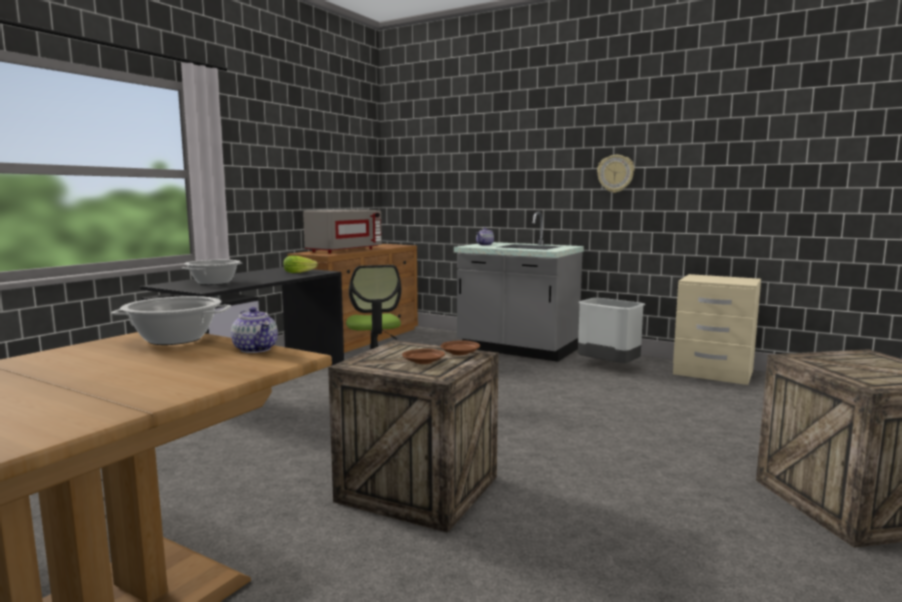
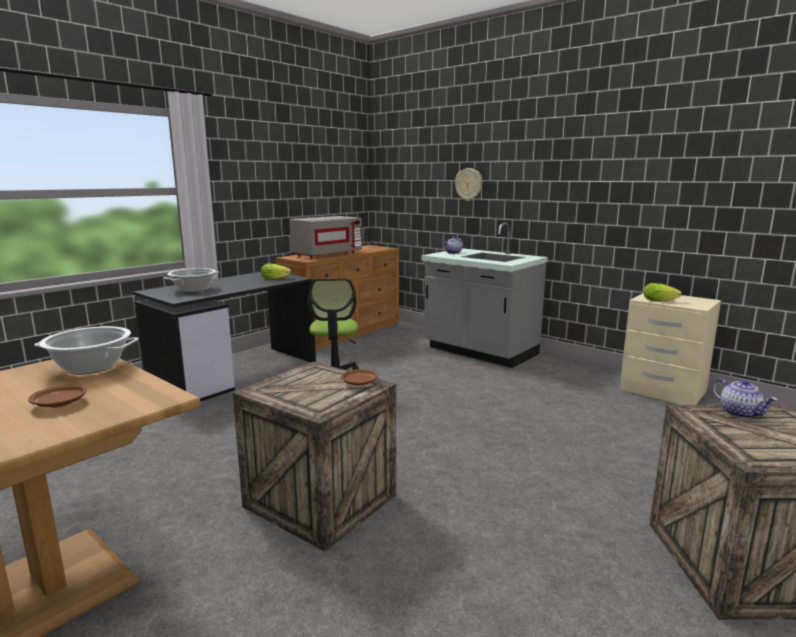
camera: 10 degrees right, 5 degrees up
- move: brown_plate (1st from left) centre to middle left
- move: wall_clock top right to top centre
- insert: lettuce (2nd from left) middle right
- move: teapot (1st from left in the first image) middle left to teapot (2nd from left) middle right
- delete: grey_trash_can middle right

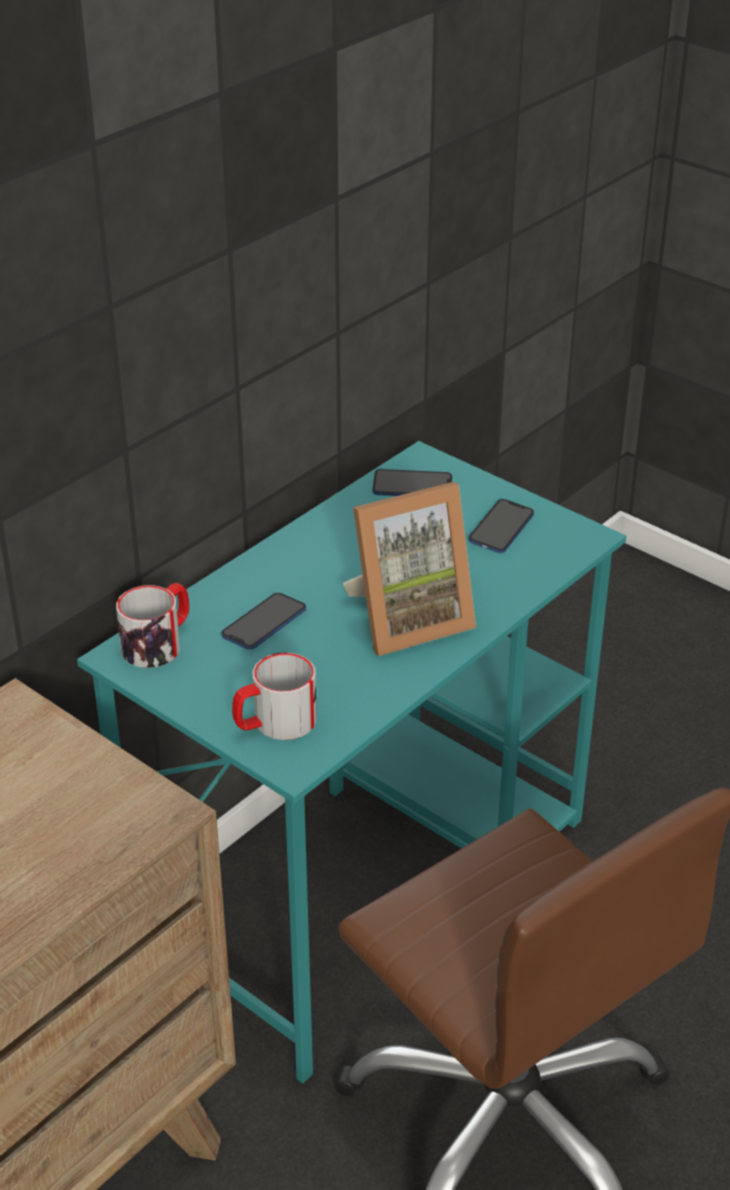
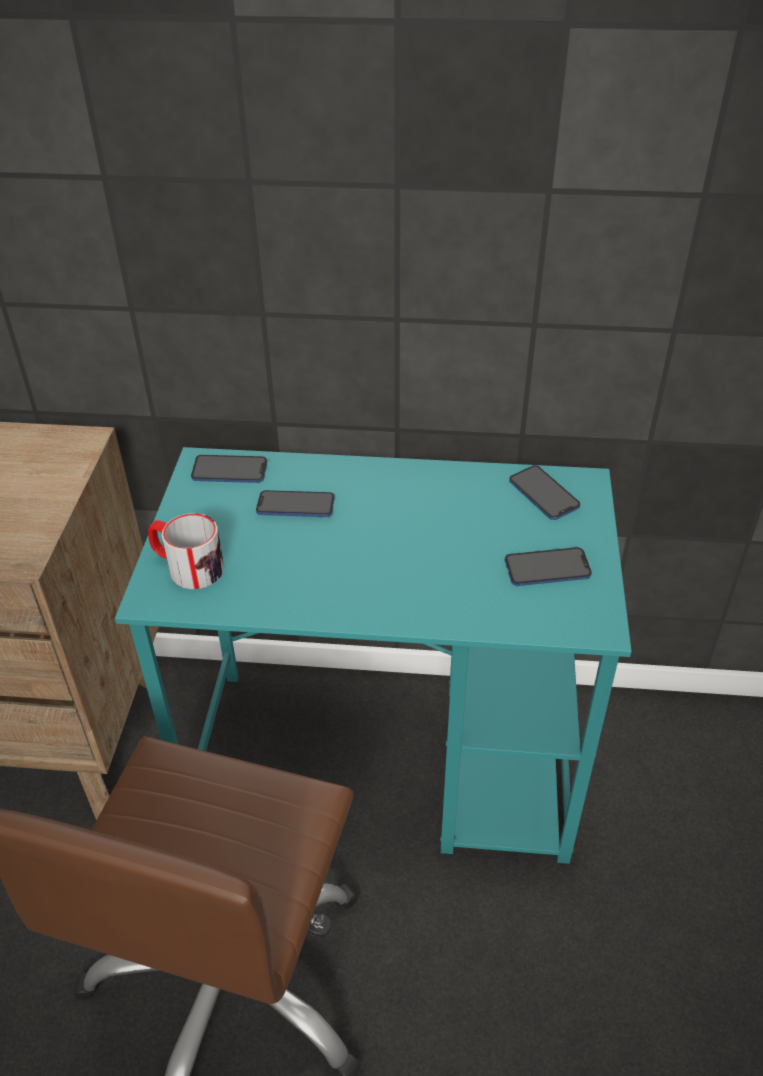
camera: 55 degrees right, 5 degrees up
- replace: mug (1st from left) middle left to phone (1st from left) middle left
- delete: picture_frame centre

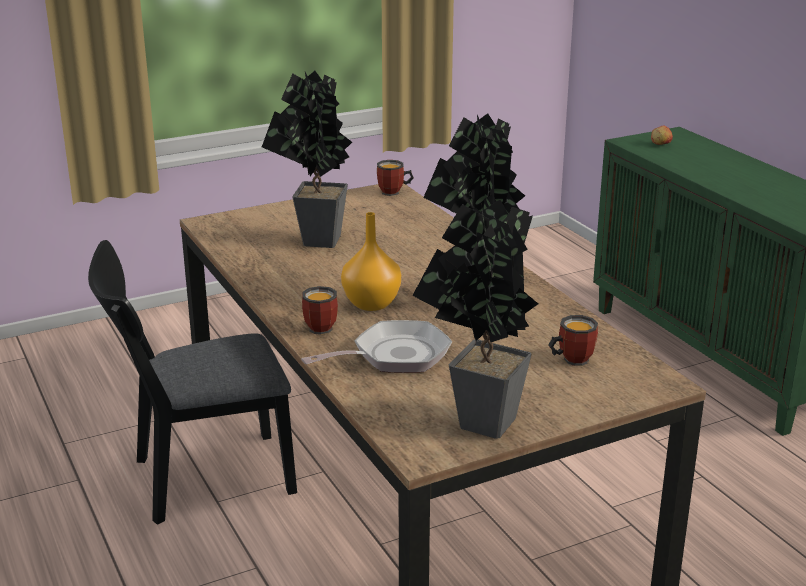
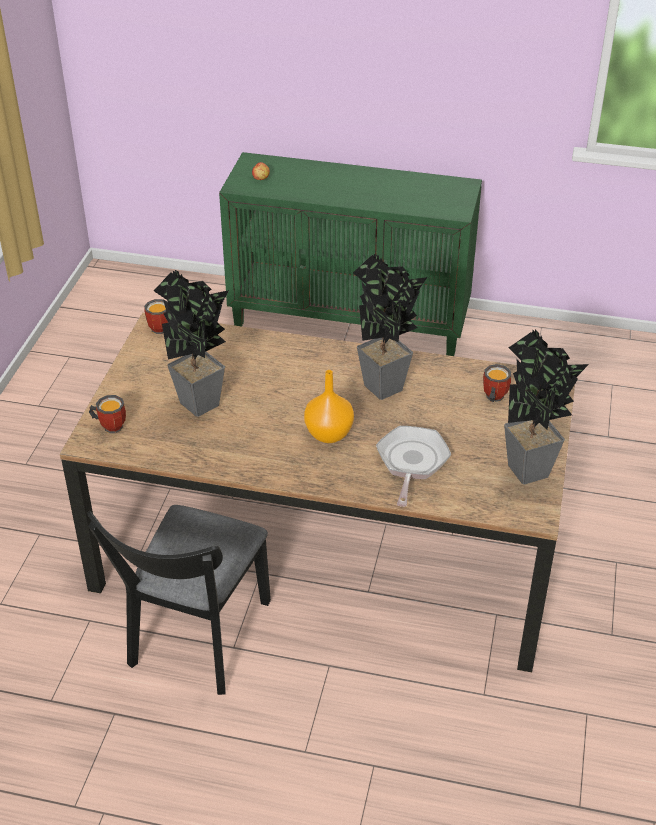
camera: 50 degrees left, 15 degrees up
- move: mug (1st from left) centre to middle left

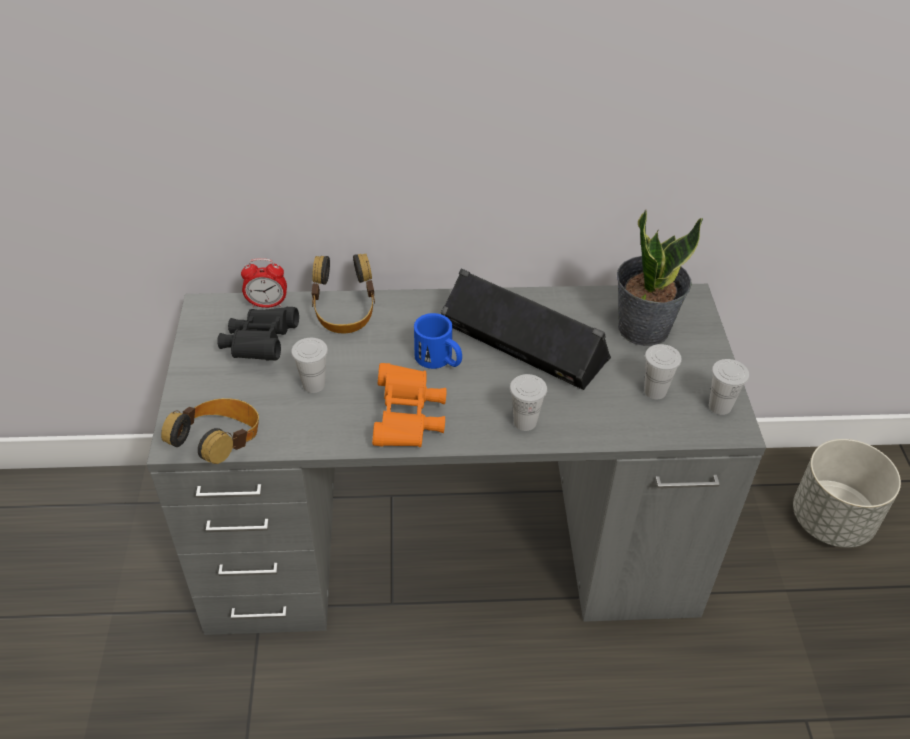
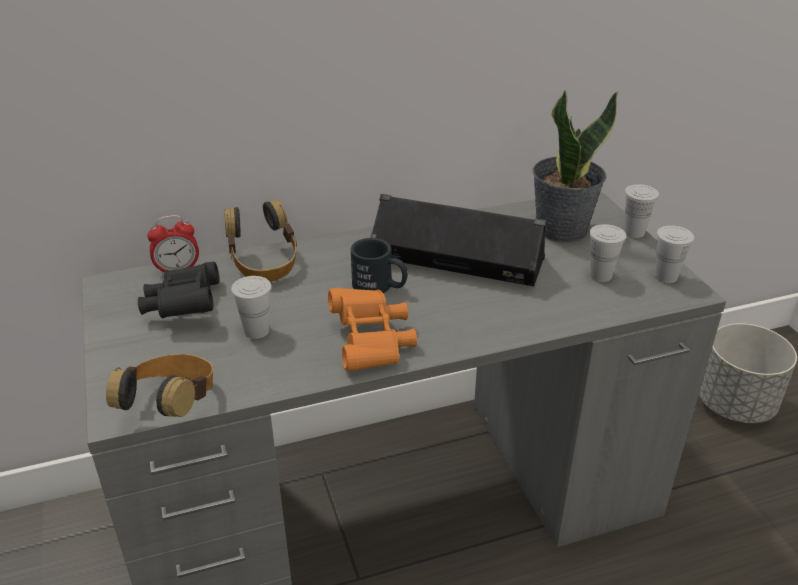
camera: 15 degrees left, 10 degrees down
- recolor: blue_mug centre to black_mug centre
- move: white_cup (2nd from left in the first image) centre to white_cup (3rd from left) middle right

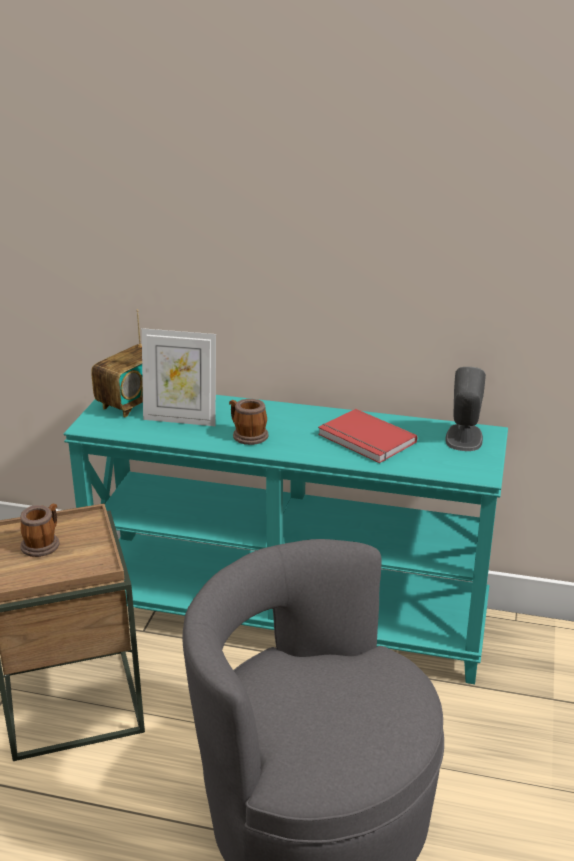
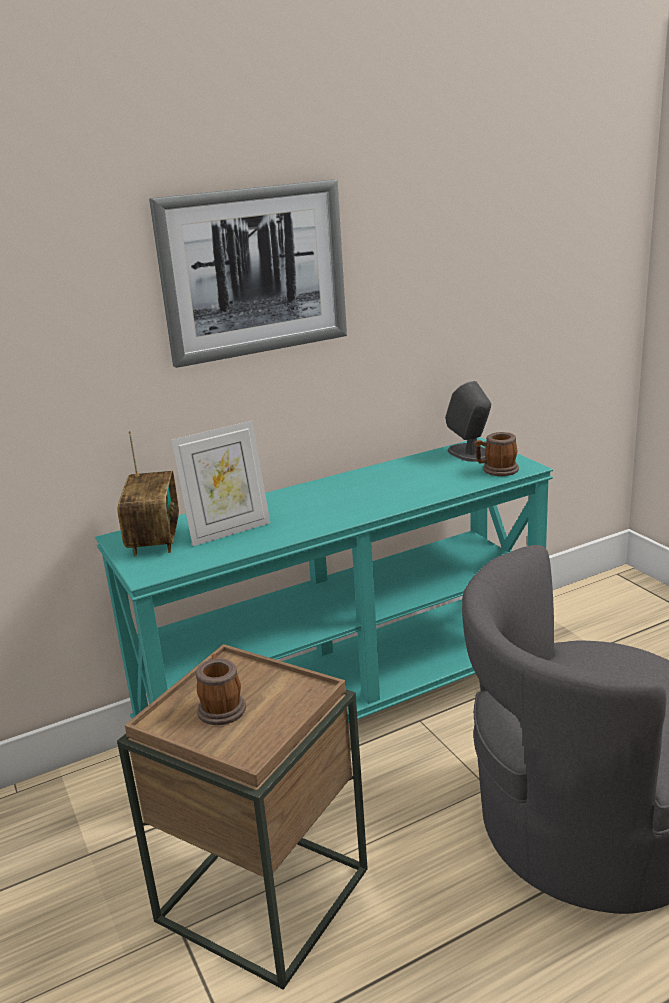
camera: 40 degrees left, 5 degrees down
- insert: picture top centre
- move: mug (2nd from left) centre to middle right
- delete: red_book centre

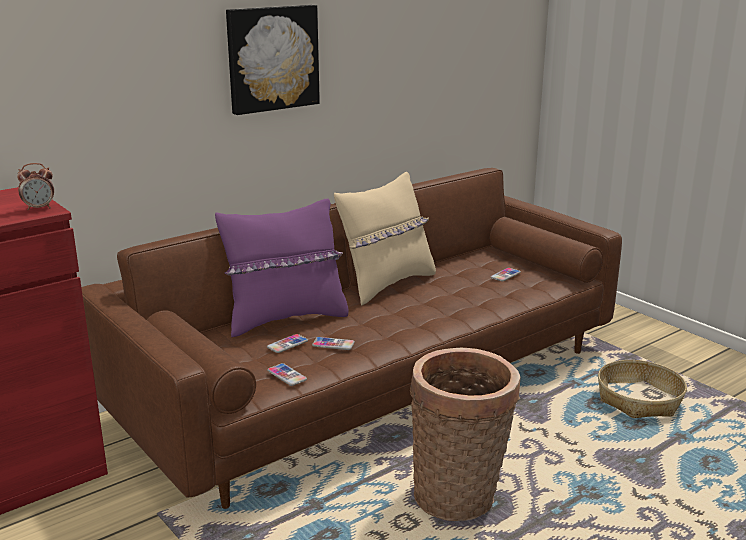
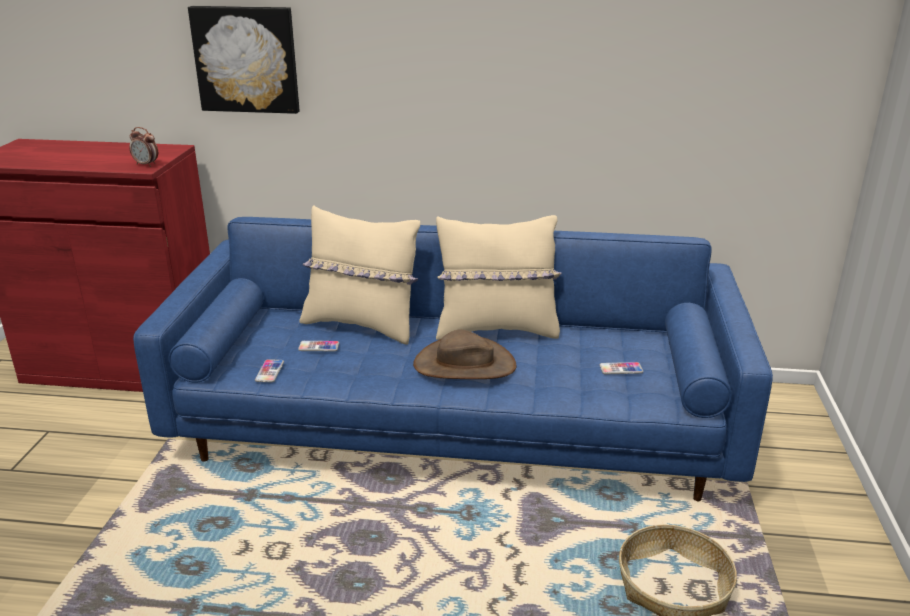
camera: 45 degrees right, 5 degrees up
- recolor: brown_sofa centre to blue_sofa centre
- move: picture top centre to top left
- recolor: purple_pillow centre to beige_pillow (1st from left) centre
- insert: brown_hat centre
- delete: phone (3rd from left) centre
- delete: basket (1st from left) bottom centre

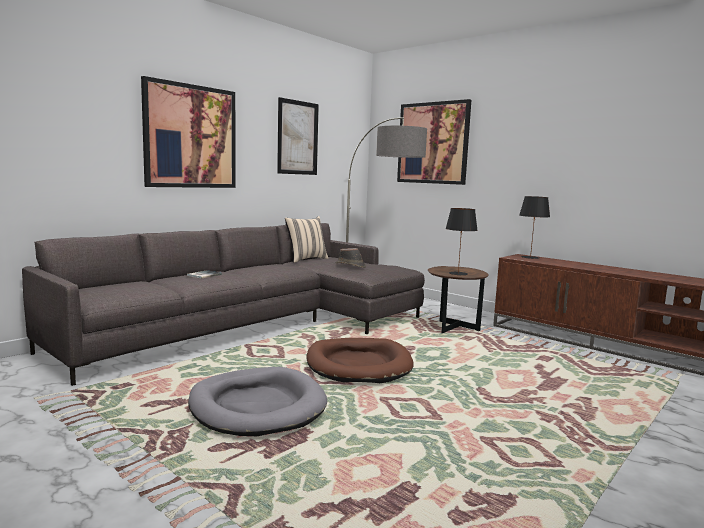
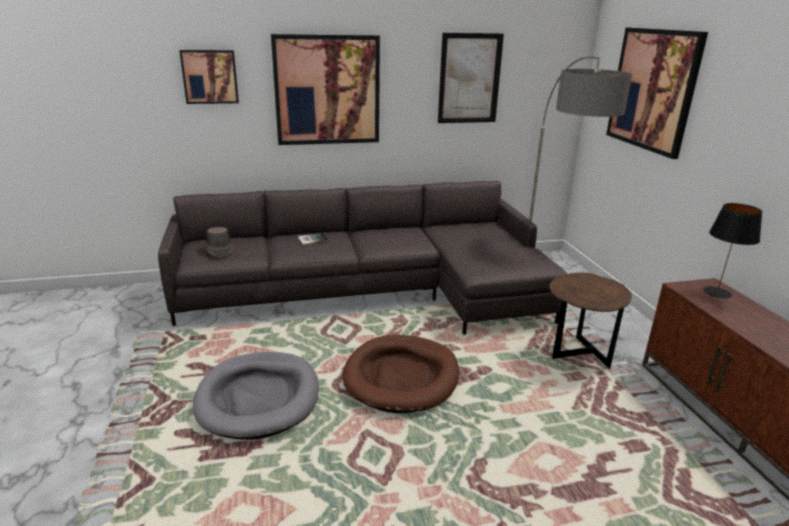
camera: 35 degrees right, 15 degrees up
- insert: picture (1st from left) top left
- move: brown_hat centre to middle left
- delete: beige_pillow centre
- delete: black_table_lamp (1st from left) centre

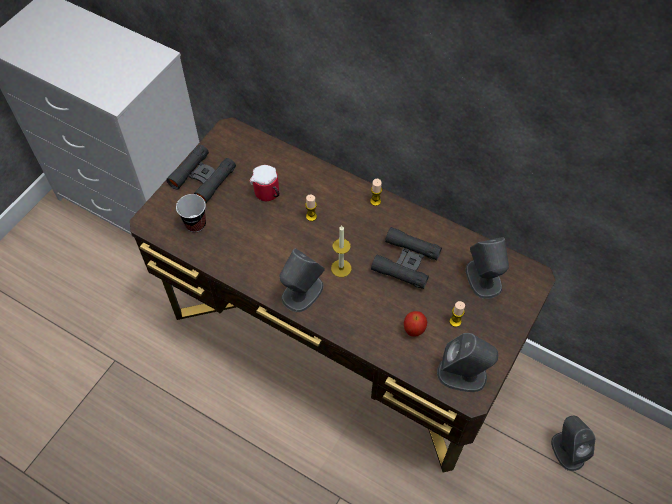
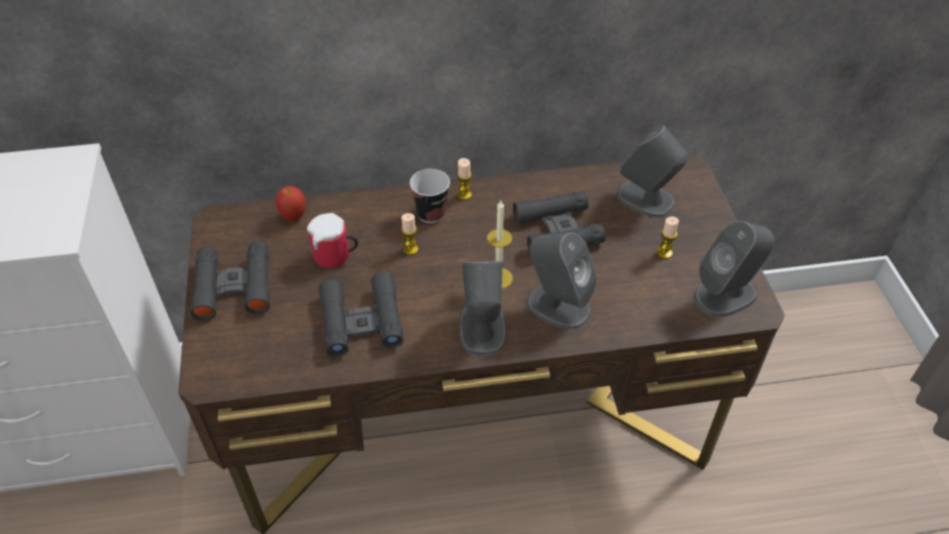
camera: 40 degrees left, 10 degrees down
- move: apple centre to middle left
- insert: black_binoculars (2nd from left) centre
- move: cup middle left to centre
- move: grey_speaker (4th from left in the first image) bottom right to grey_speaker (2nd from left) centre

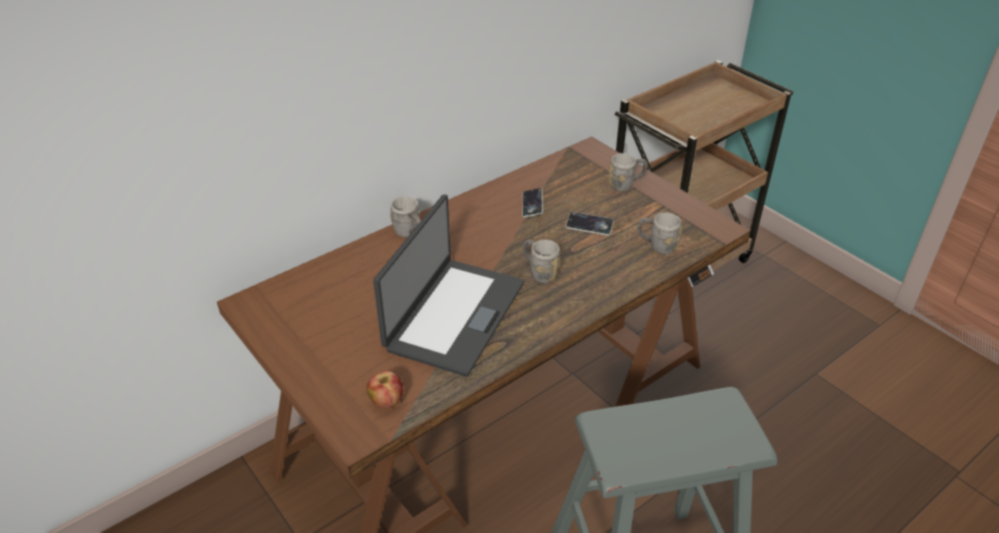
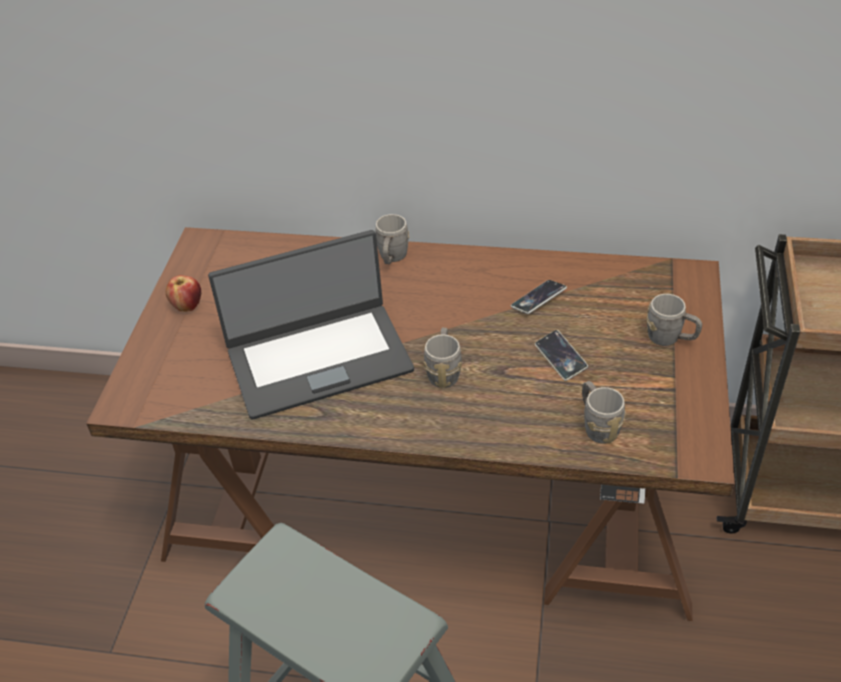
camera: 50 degrees right, 5 degrees up
- move: apple bottom centre to middle left

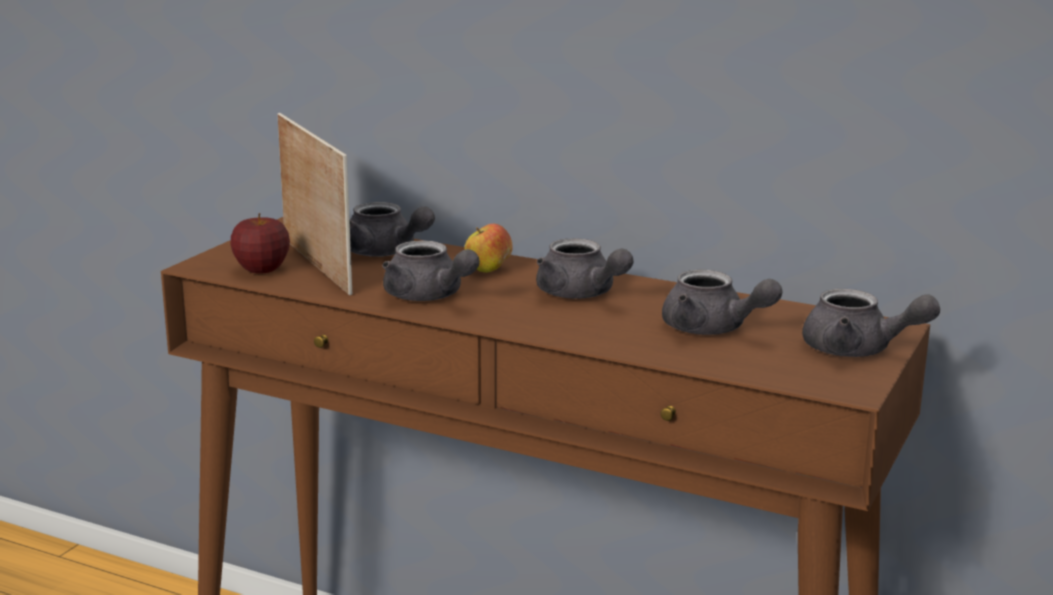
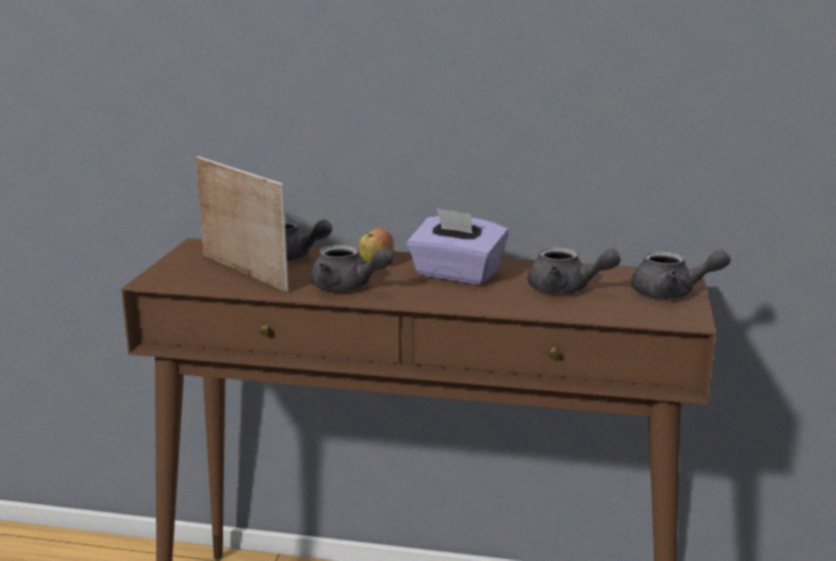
camera: 15 degrees left, 0 degrees up
- replace: grey_teapot (3rd from left) centre to purple_tissue_box centre
- delete: apple (1st from left) middle left

